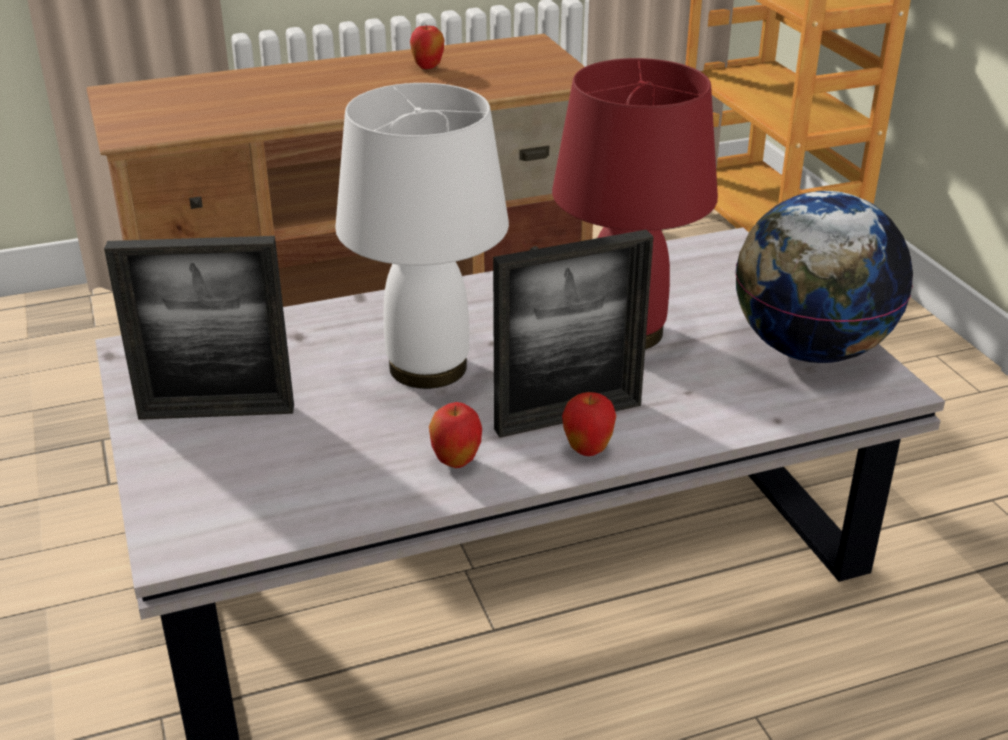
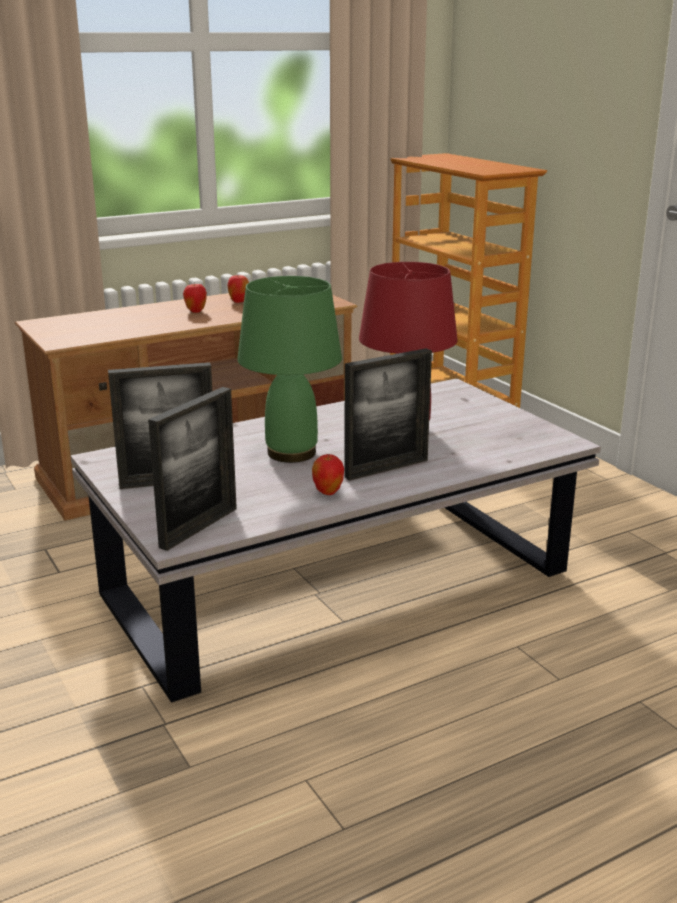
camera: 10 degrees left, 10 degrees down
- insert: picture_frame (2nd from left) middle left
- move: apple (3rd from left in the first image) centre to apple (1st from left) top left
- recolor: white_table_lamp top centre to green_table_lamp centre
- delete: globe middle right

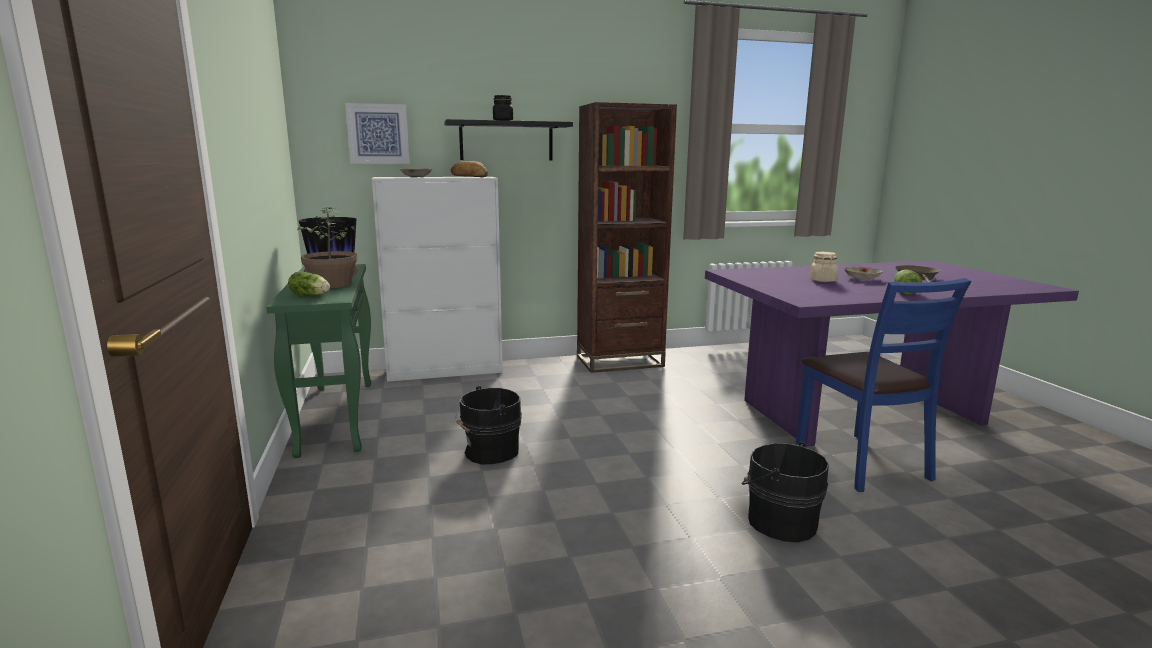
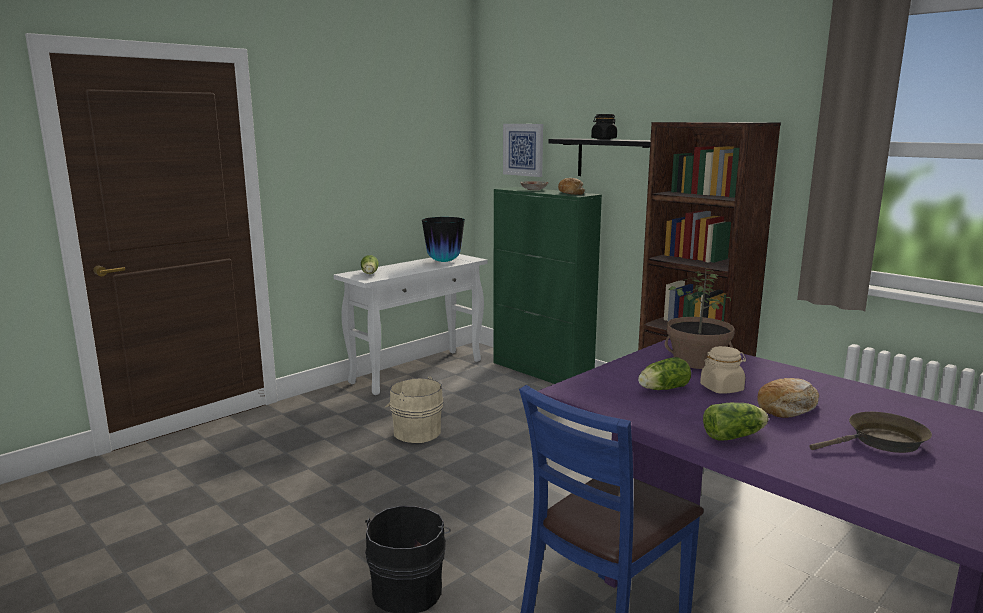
camera: 60 degrees right, 0 degrees up
- recolor: green_console_table middle left to white_console_table centre
- recolor: black_bucket (1st from left) centre to beige_bucket bottom centre
- recolor: white_cabinet centre to green_cabinet centre
- insert: lettuce (2nd from left) middle right
- move: potted_plant middle left to middle right
- replace: plate (2nd from left) middle right to bread (2nd from left) middle right

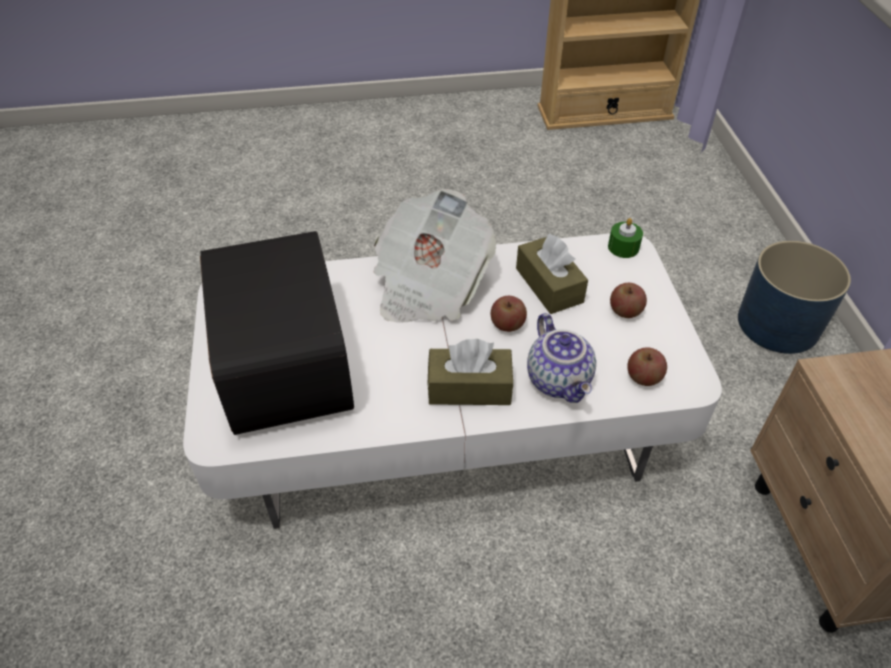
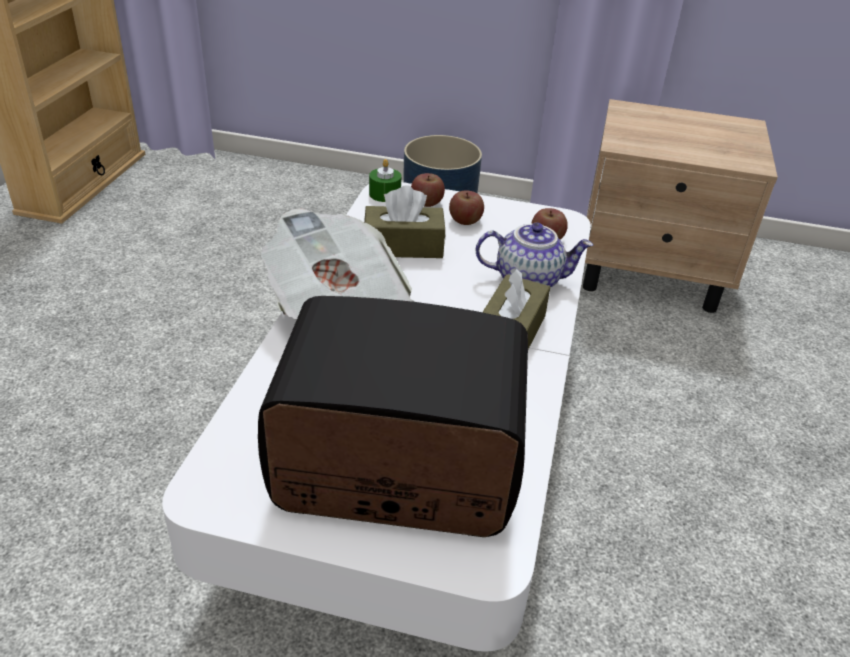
camera: 70 degrees left, 10 degrees down
- move: apple (1st from left) centre to top centre

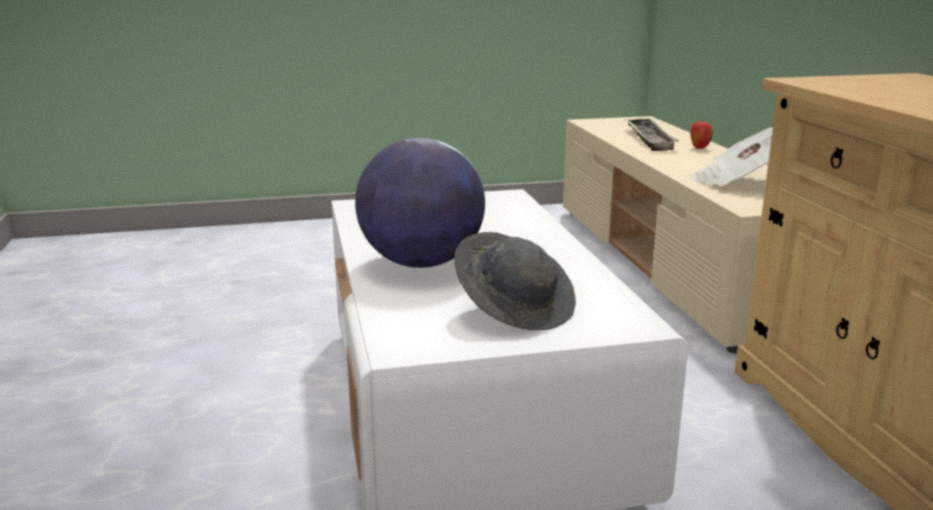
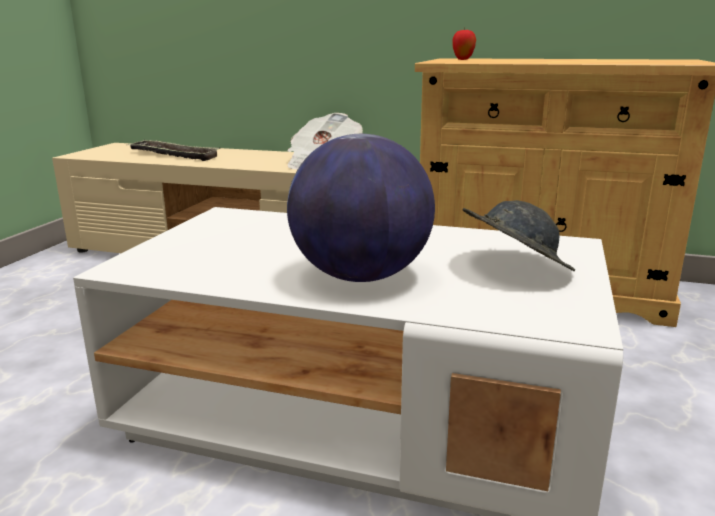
camera: 60 degrees left, 0 degrees up
- move: apple top right to top centre

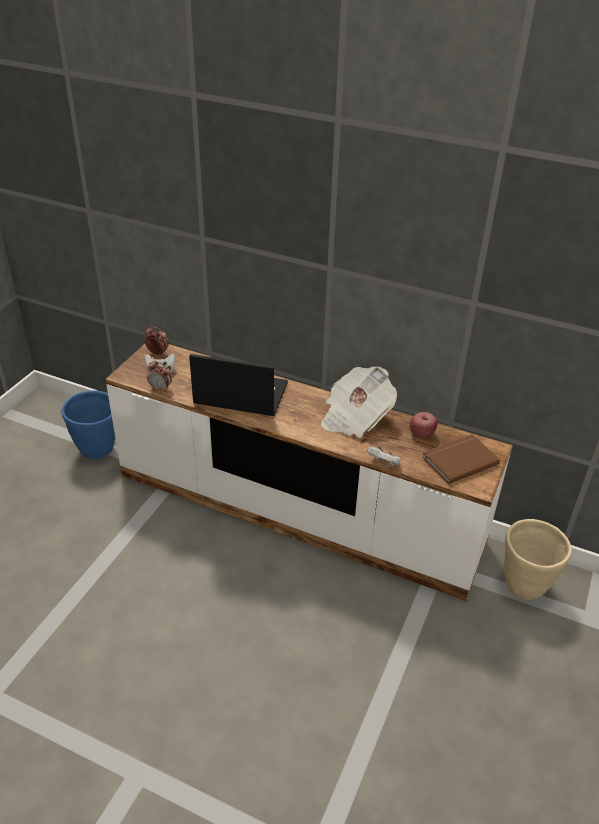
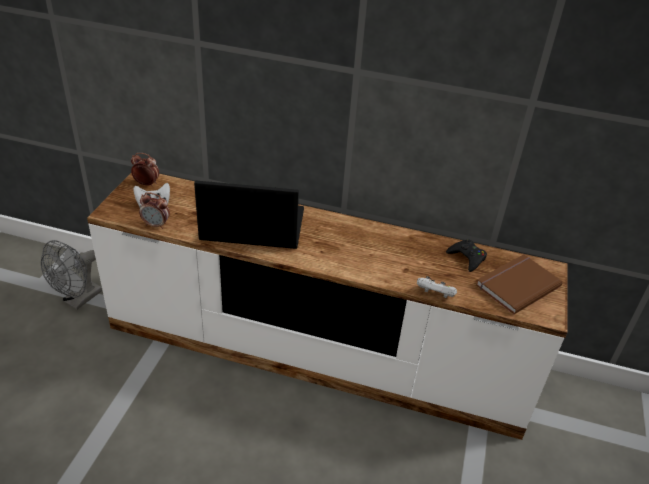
camera: 10 degrees left, 0 degrees up
- replace: blue_planter middle left to grey_fan middle left
- replace: apple middle right to black_game_controller middle right
- delete: newspaper centre
- delete: beige_planter bottom right

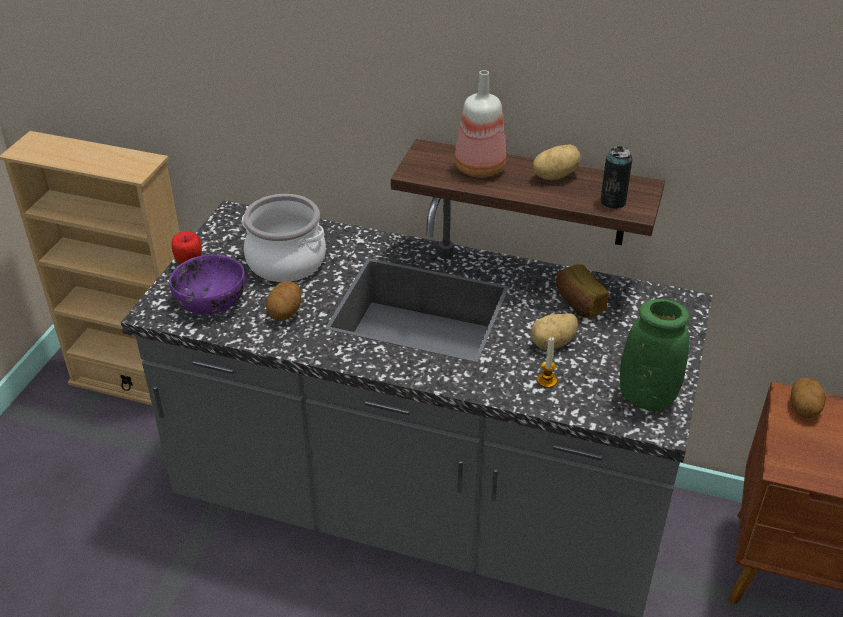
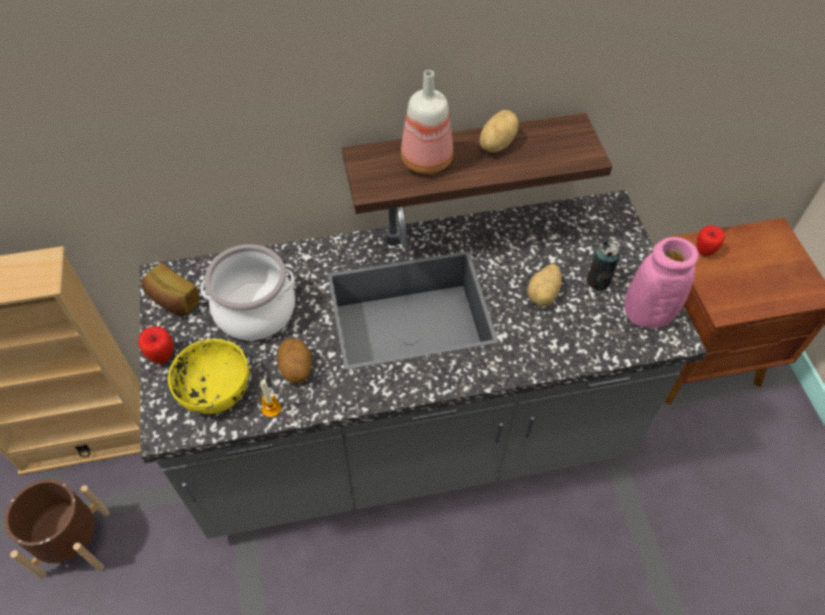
camera: 30 degrees left, 15 degrees up
- insert: brown_planter bottom left
- move: bread middle right to middle left
- recolor: purple_bowl middle left to yellow_bowl middle left
- move: candle centre to middle left
- move: can top right to middle right
- recolor: green_vase middle right to pink_vase middle right
- replace: potato (4th from left) middle right to apple (2nd from left) middle right

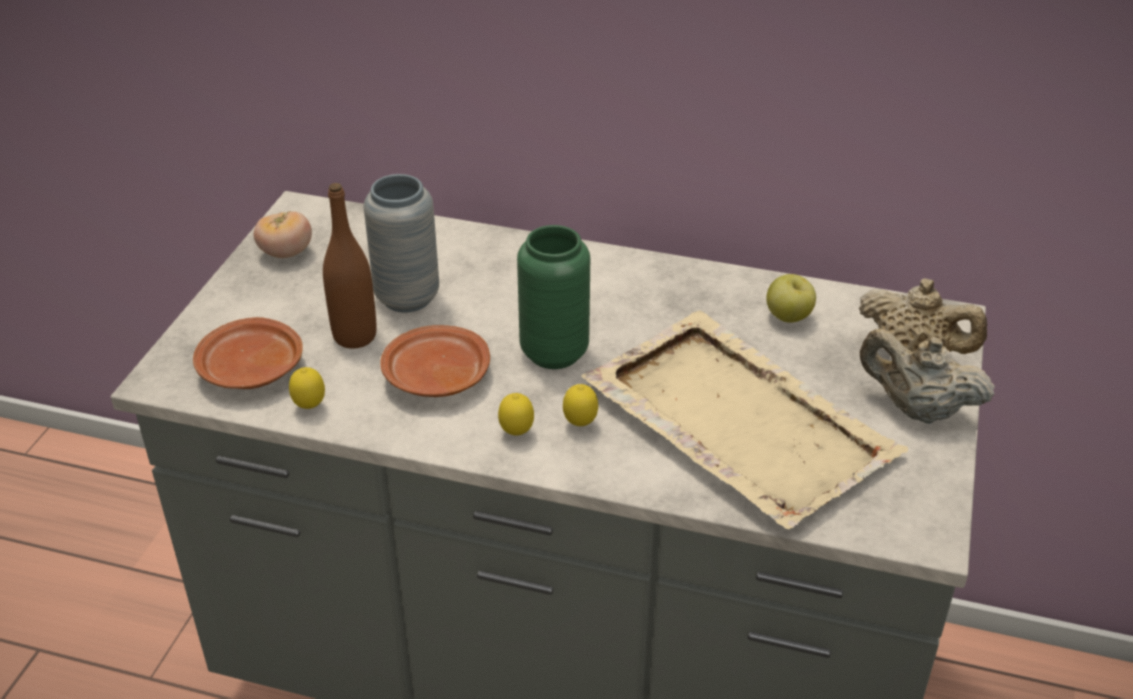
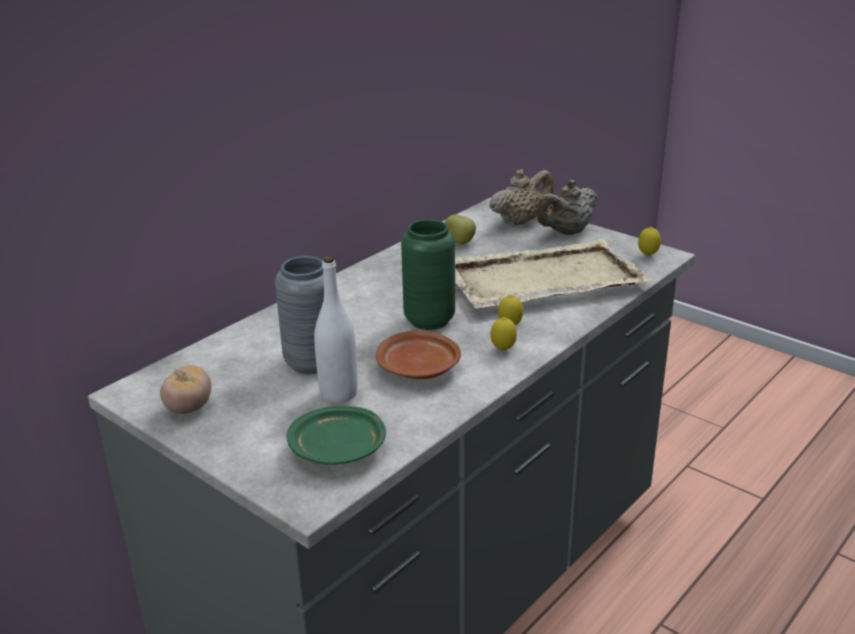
camera: 65 degrees left, 10 degrees down
- recolor: brown_plate (1st from left) middle left to green_plate bottom centre
- recolor: brown_bottle middle left to white_bottle centre
- move: lemon (1st from left in the first image) middle left to lemon (3rd from left) middle right

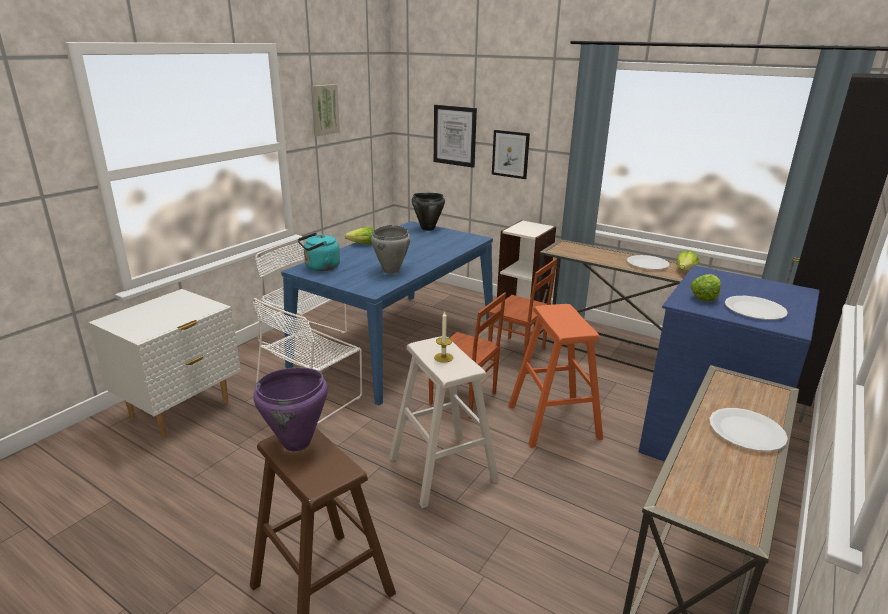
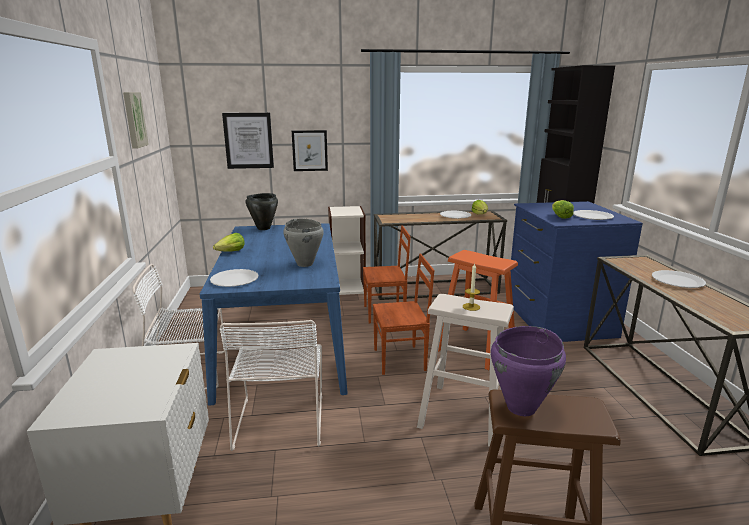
camera: 40 degrees left, 5 degrees down
- replace: turquoise_kettle centre to white_plate (1st from left) middle left

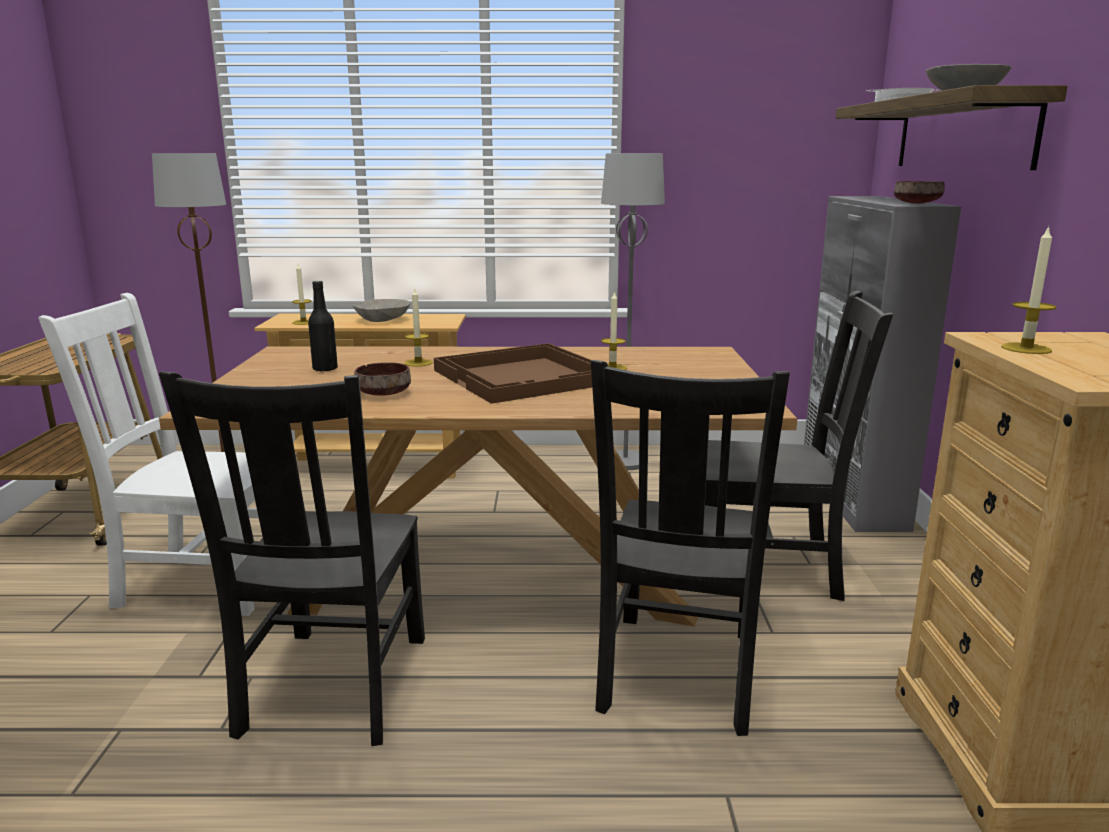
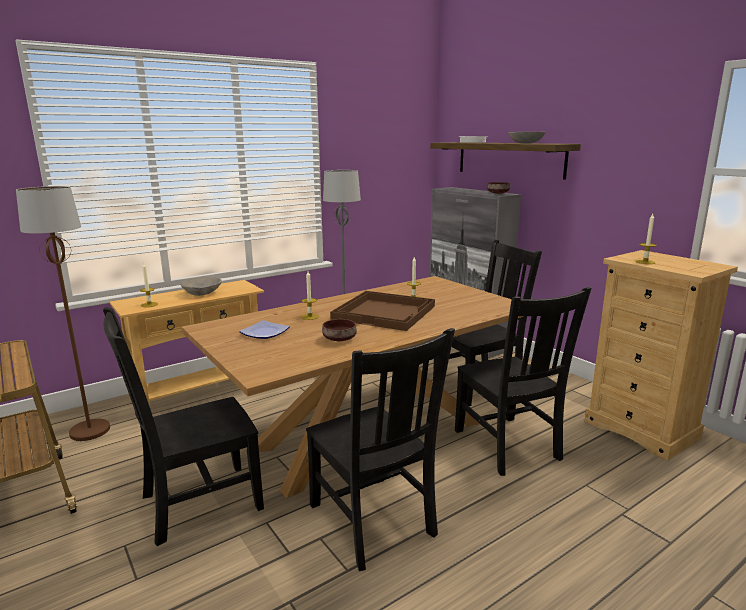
camera: 35 degrees left, 0 degrees up
- recolor: white_chair middle left to black_chair (1st from left) bottom left
- replace: black_bottle middle left to plate centre

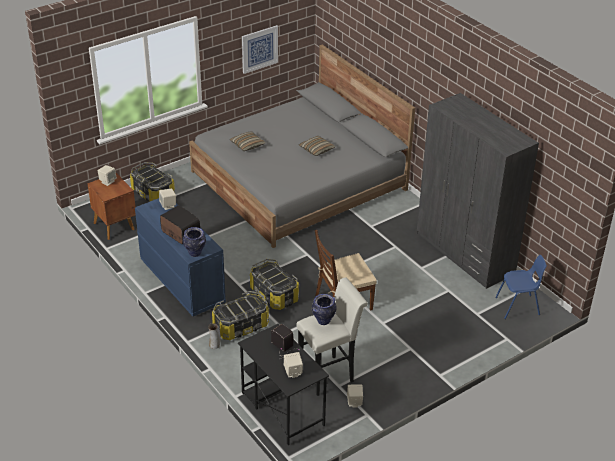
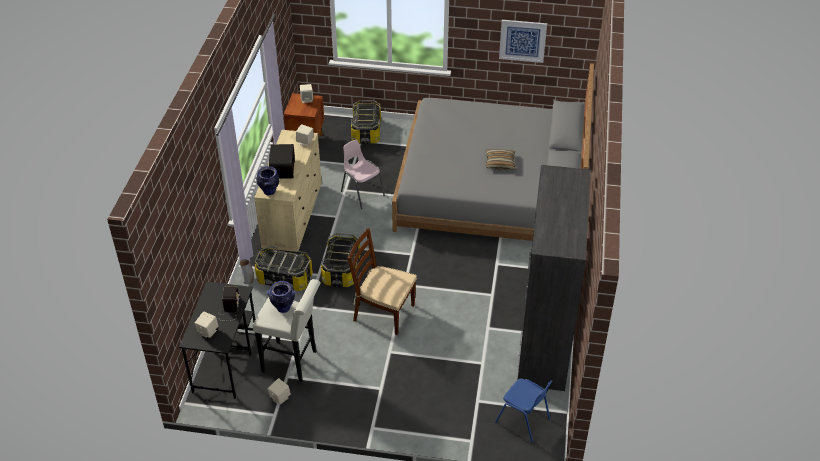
camera: 45 degrees right, 5 degrees up
- recolor: blue_dresser middle left to beige_dresser centre
- insert: pink_chair centre
- delete: pillow (1st from left) top centre

